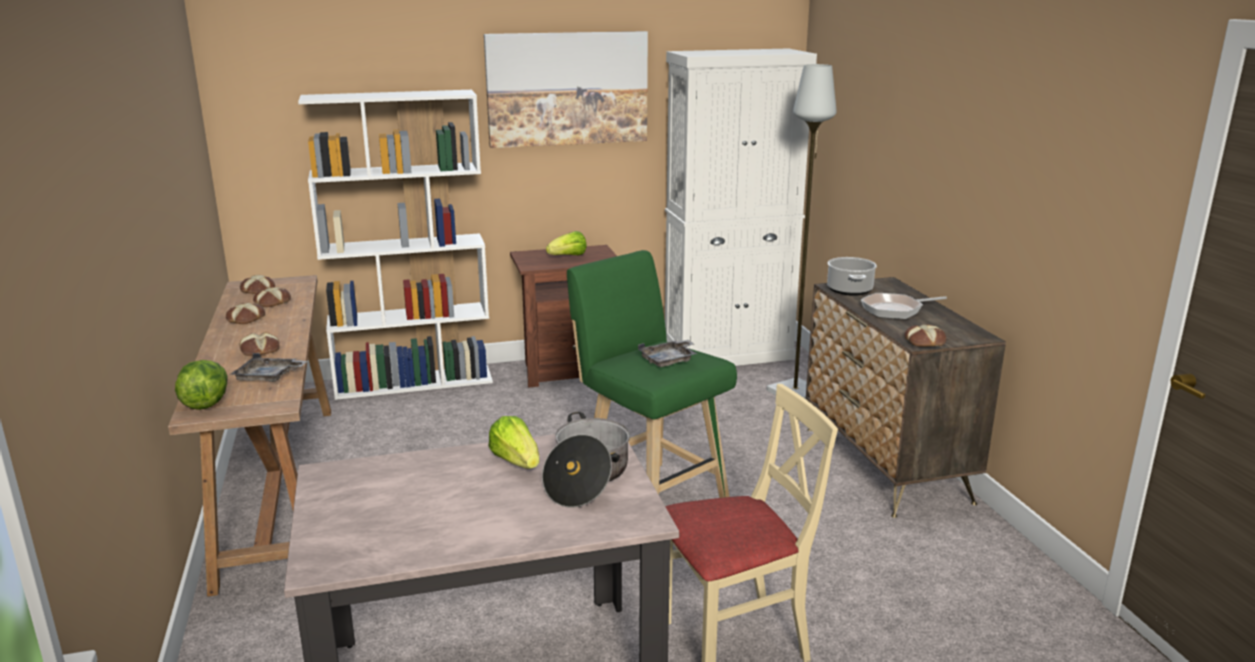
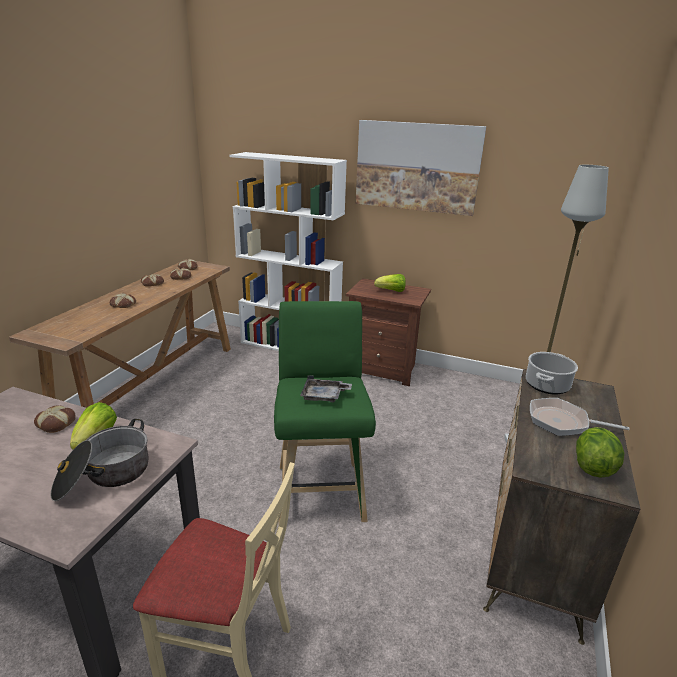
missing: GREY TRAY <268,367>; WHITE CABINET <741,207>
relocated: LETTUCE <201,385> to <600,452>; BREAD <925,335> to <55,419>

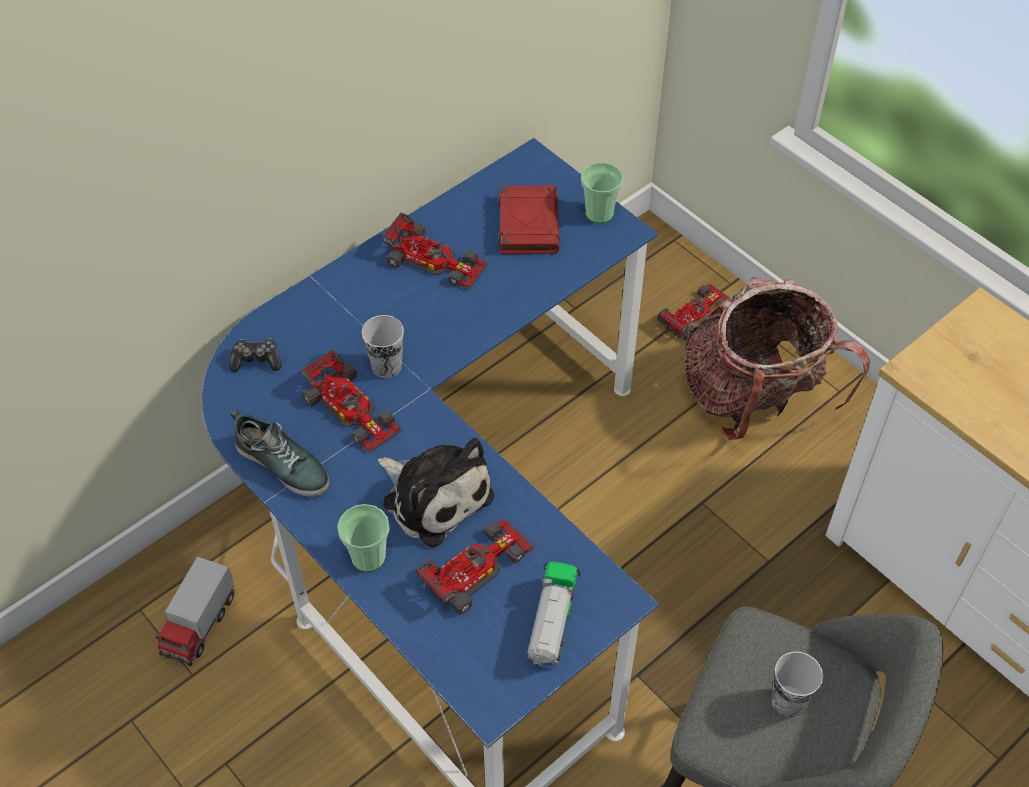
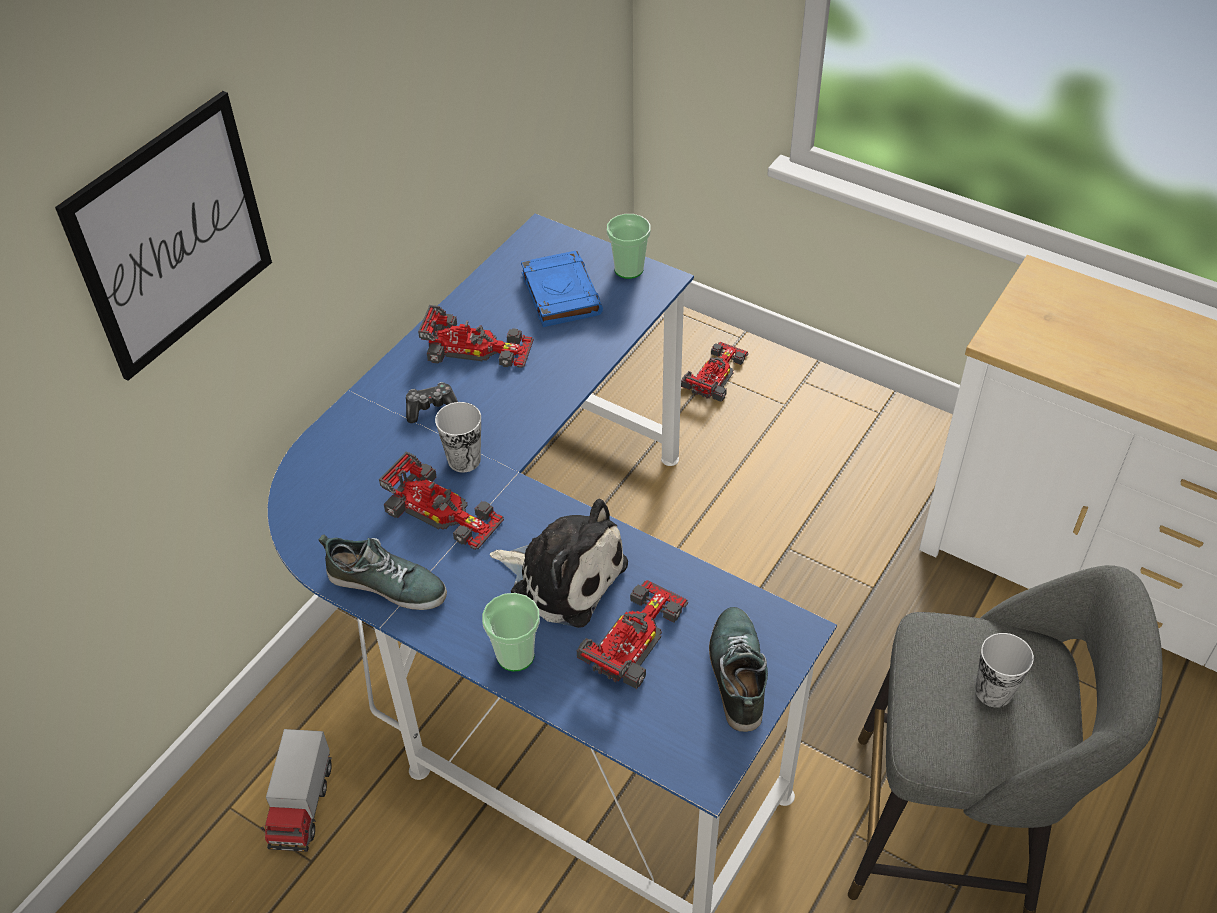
missing: BACKPACK <776,358>
appeared: PICTURE <163,236>
relocated: GAME CONTROLLER <255,355> to <432,402>
exchanged: TOY TRUCK <553,613> to SHOE <738,669>
colour: RED BOOK <529,220> to BLUE BOOK <562,289>

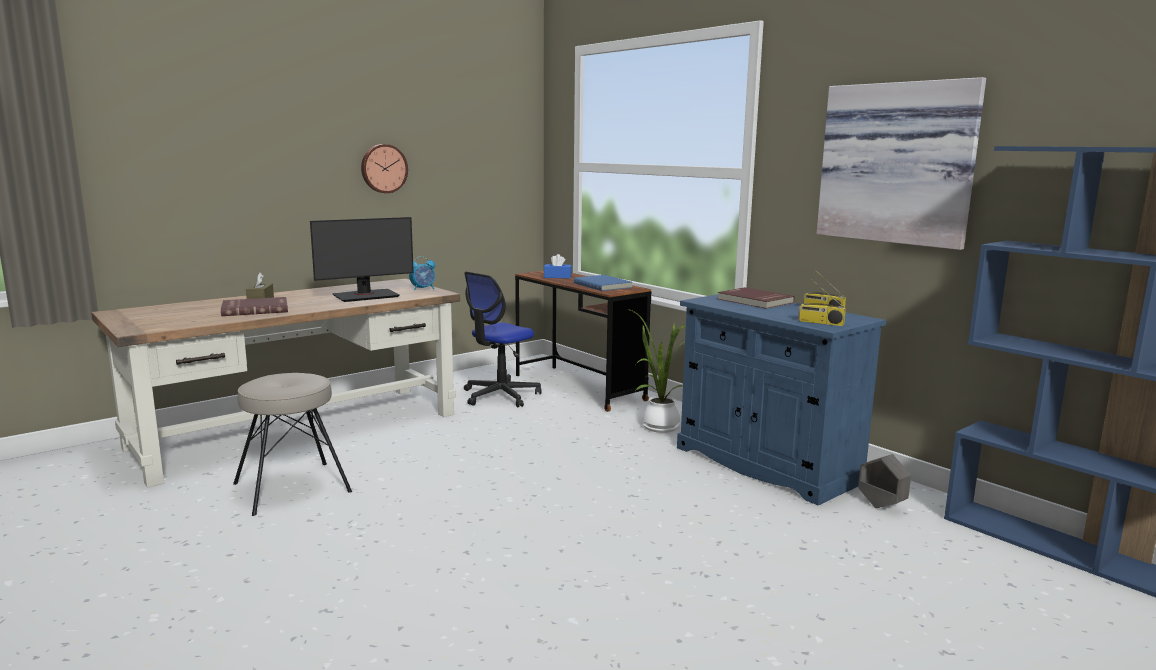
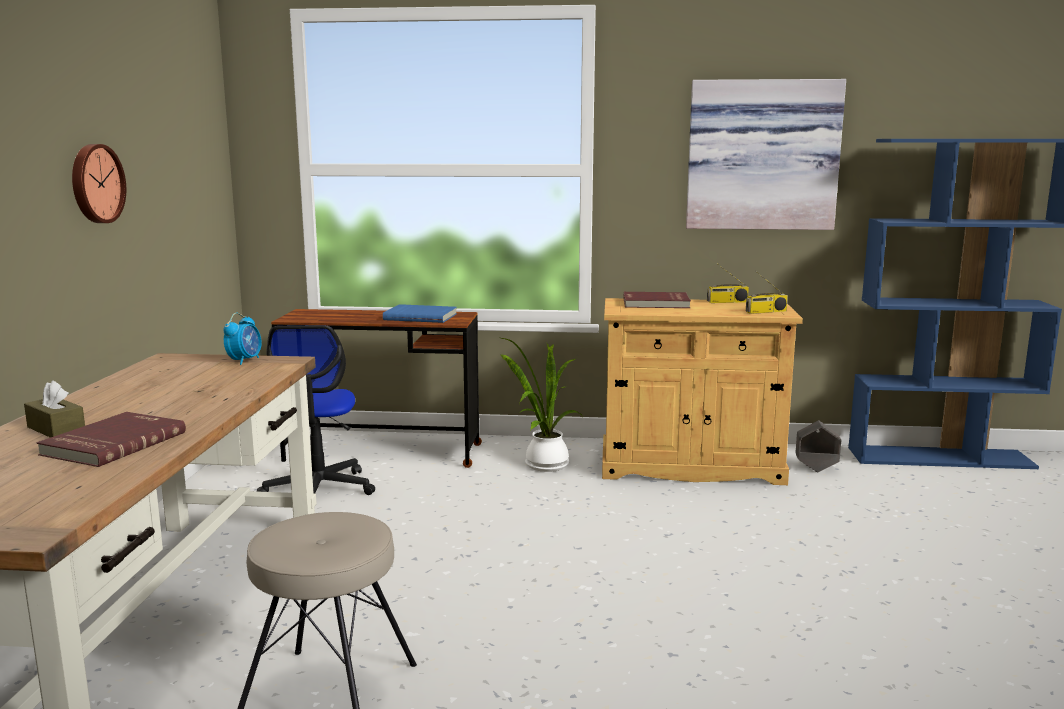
missing: MONITOR <362,259>; BLUE TISSUE BOX <558,266>
colour: BLUE CABINET <781,399> to BEIGE CABINET <702,391>

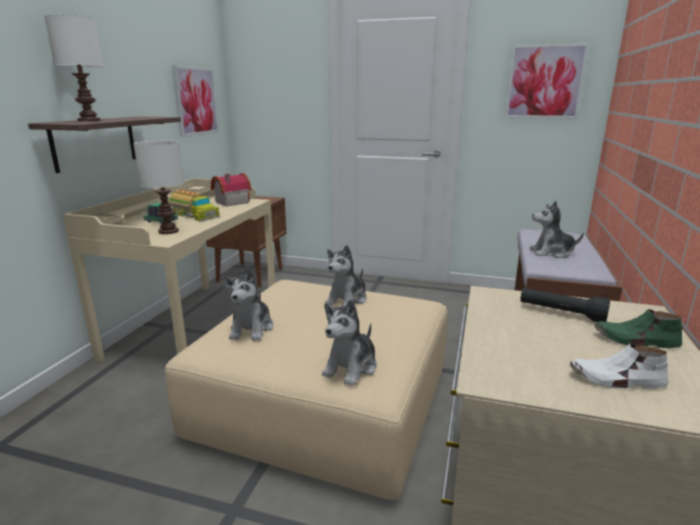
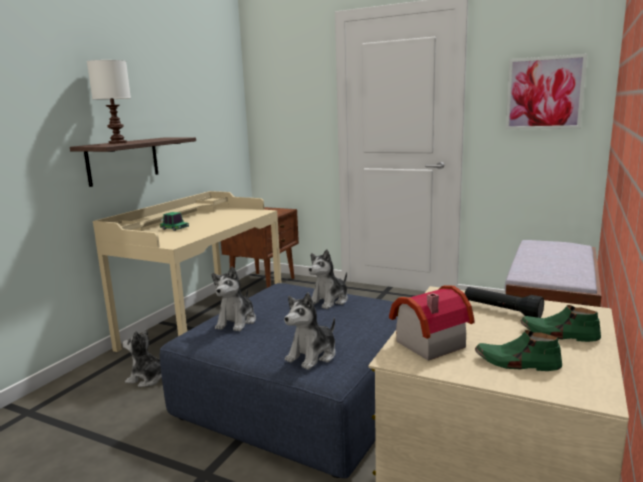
missing: WHITE TABLE LAMP <158,187>; TOY TRUCK <194,205>; PICTURE <195,101>
relocated: TOY HOUSE <231,189> to <432,323>; PLUSH TOY <557,229> to <142,358>
colour: BEIGE OTTOMAN <306,390> to BLUE OTTOMAN <279,380>; WHITE SHOE <619,366> to GREEN SHOE <518,350>

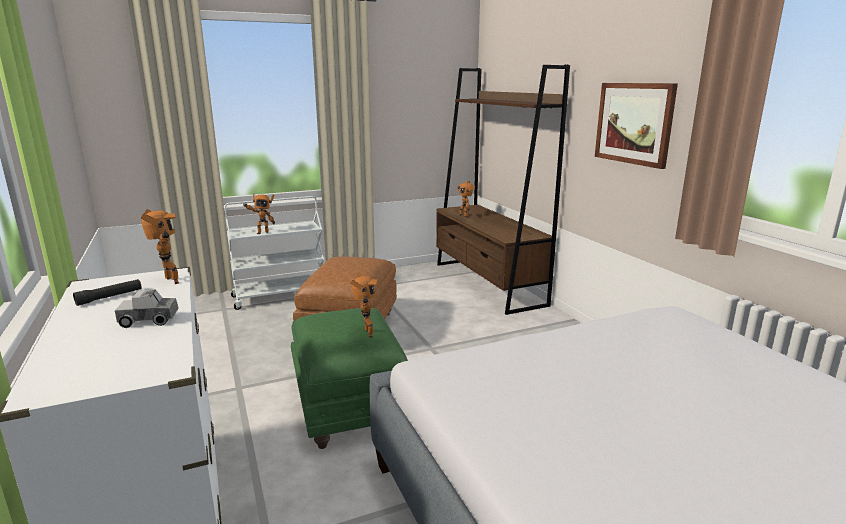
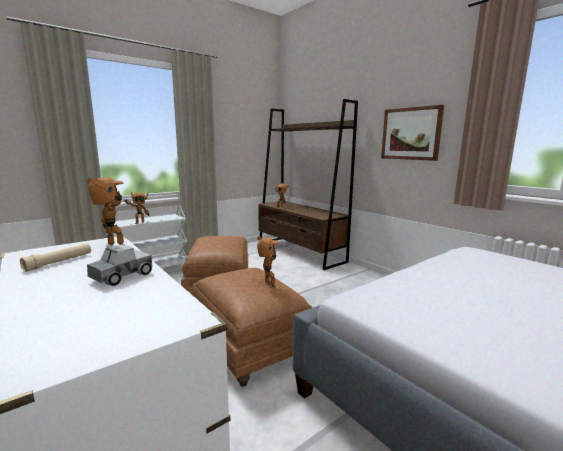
colour: BLACK FLASHLIGHT <107,292> to BEIGE FLASHLIGHT <55,257>; GREEN OTTOMAN <349,378> to BROWN OTTOMAN <252,327>
spun: TOY TRUCK <147,308> = <119,265> 150 degrees clockwise

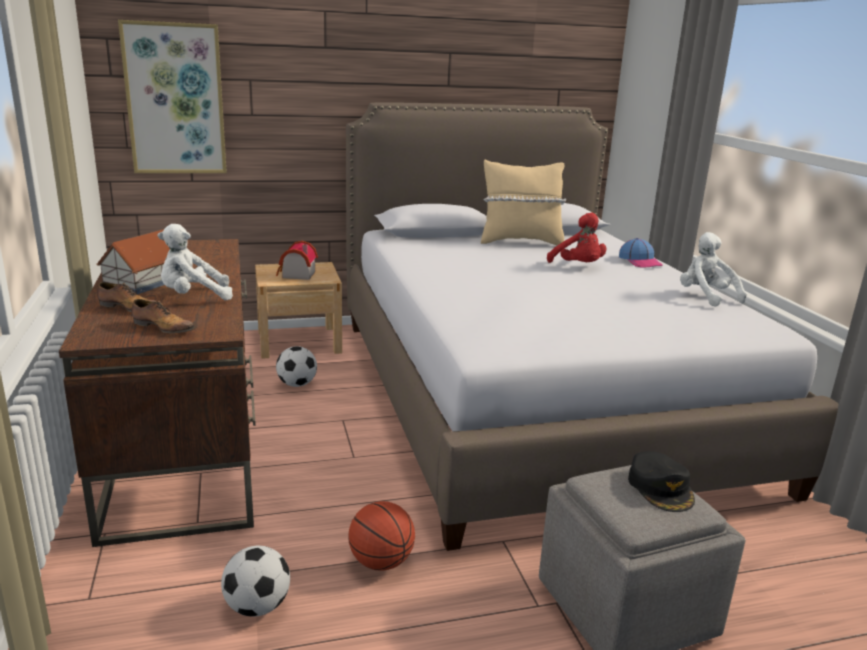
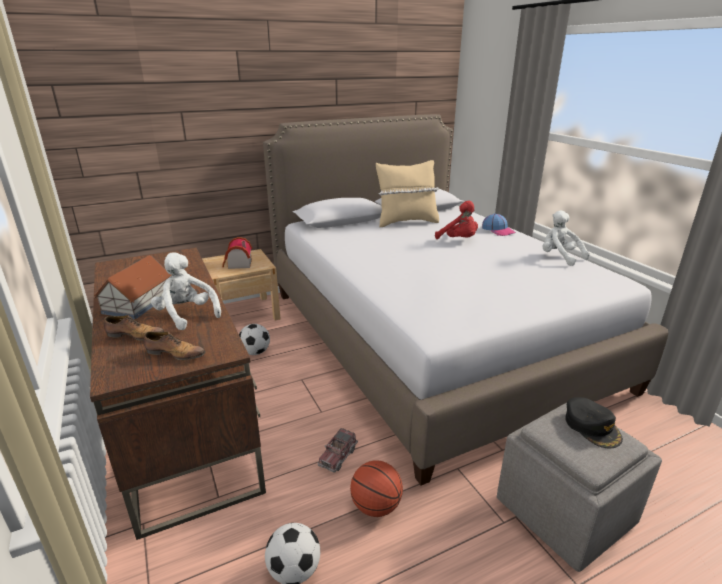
missing: PICTURE <172,96>
appeared: TOY TRUCK <338,450>
spun: WHITE PLUSH TOY <195,262> = <186,291> 75 degrees clockwise

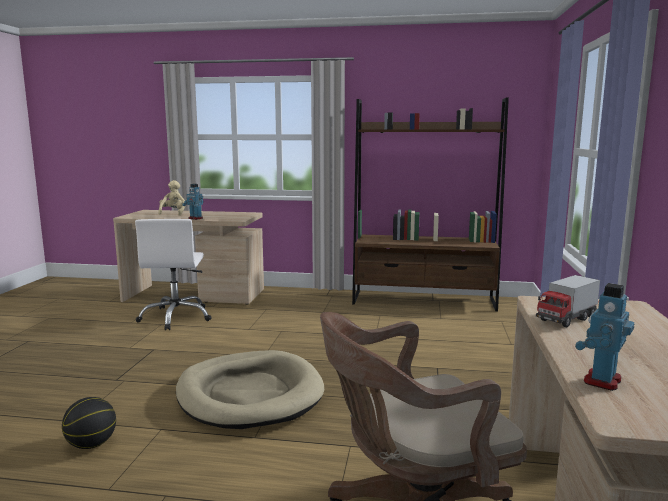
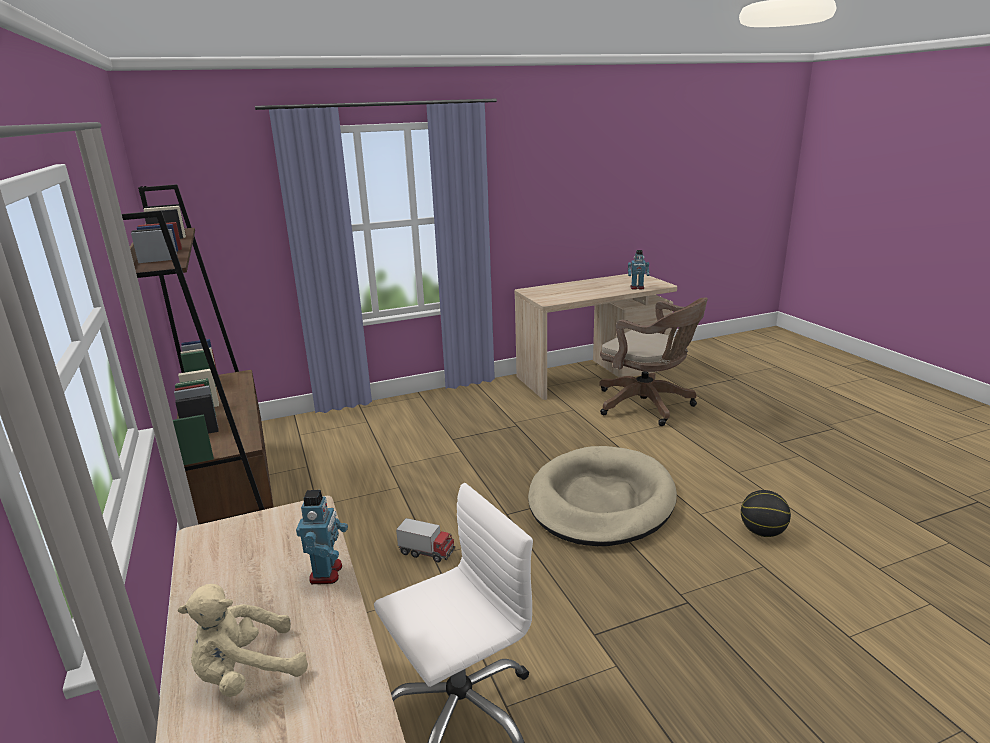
relocated: TOY TRUCK <568,301> to <425,540>

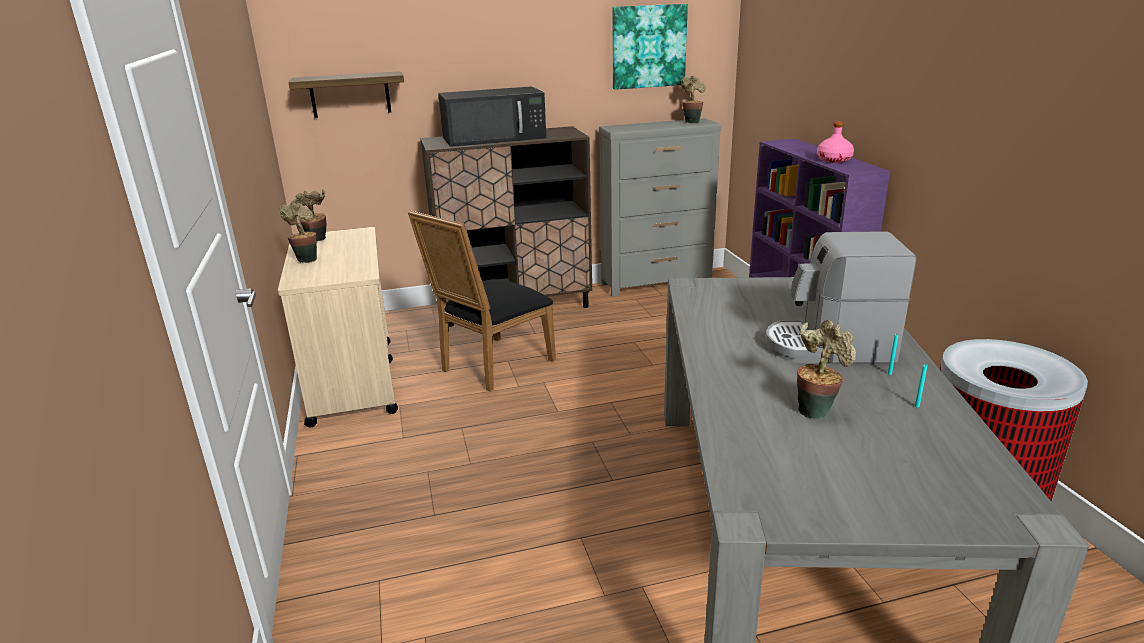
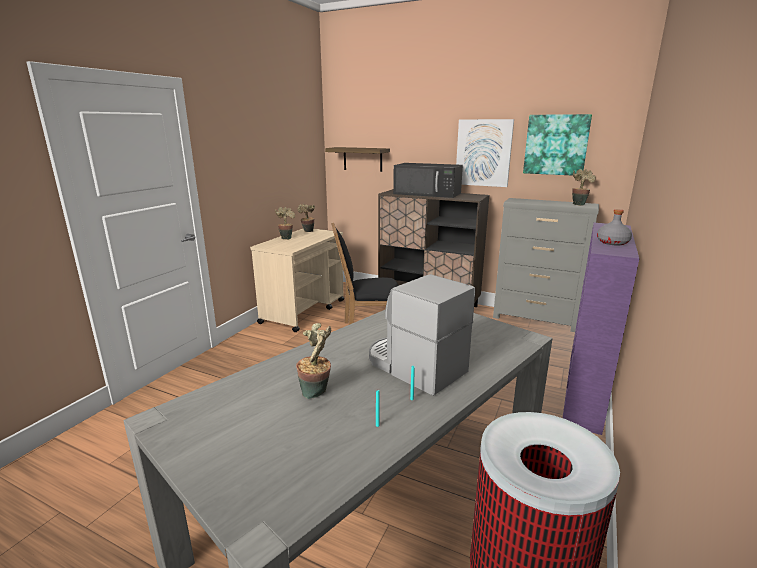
appeared: PICTURE <485,153>
colour: PINK BOTTLE <835,142> to GREY BOTTLE <614,227>

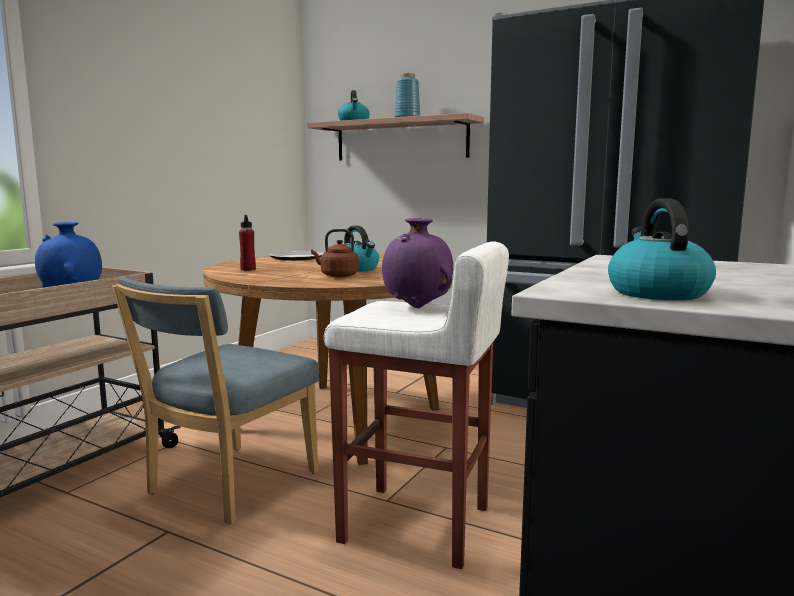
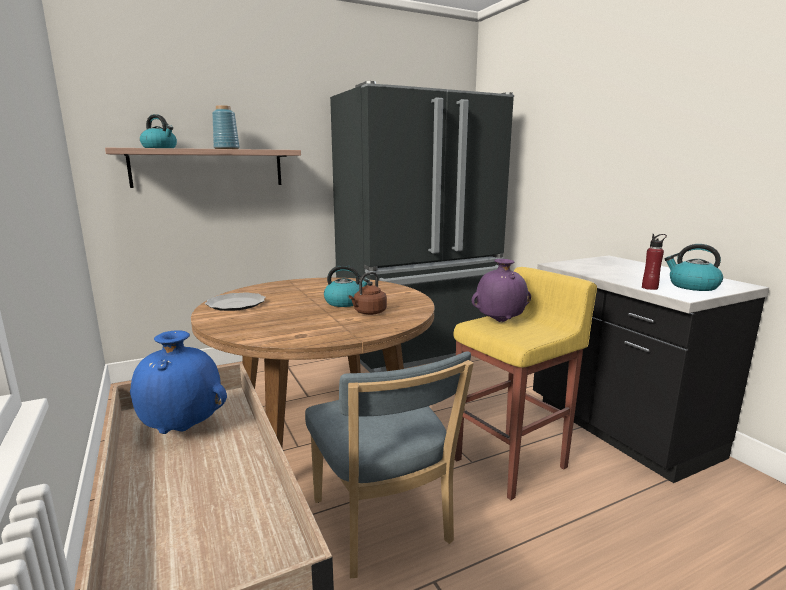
relocated: RED BOTTLE <247,243> to <654,262>
colour: WHITE STOOL <416,405> to YELLOW STOOL <525,383>

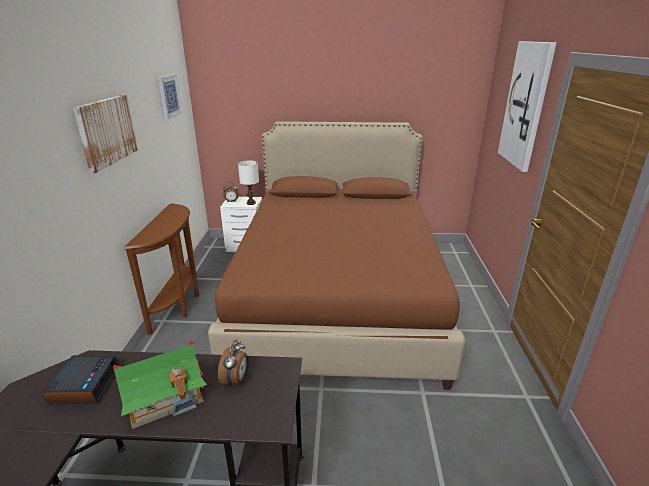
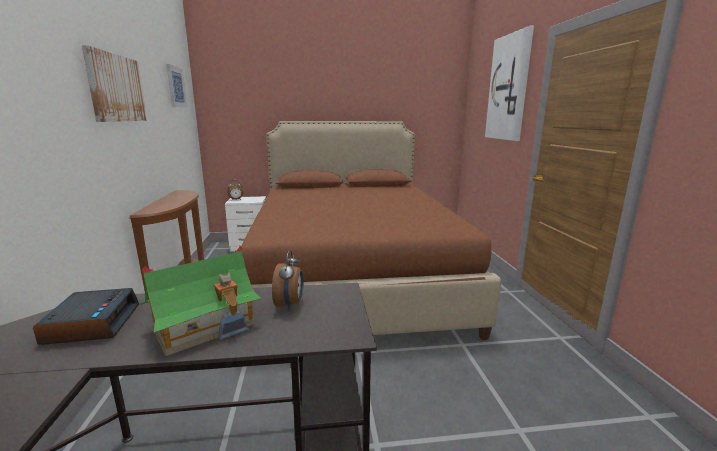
missing: WHITE TABLE LAMP <248,183>

